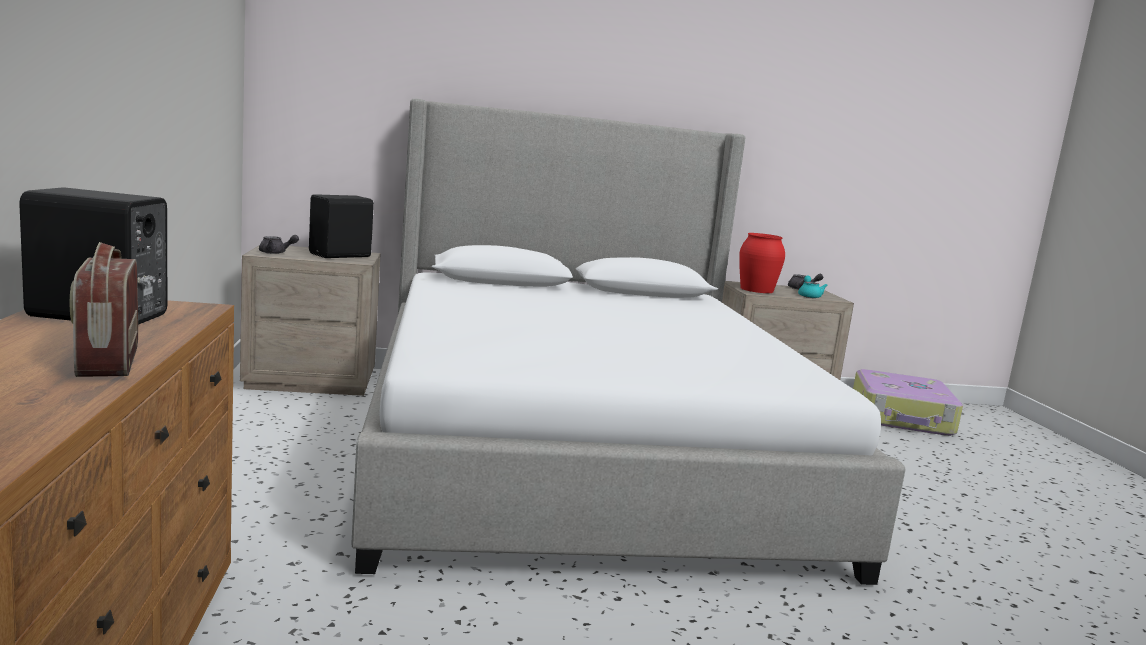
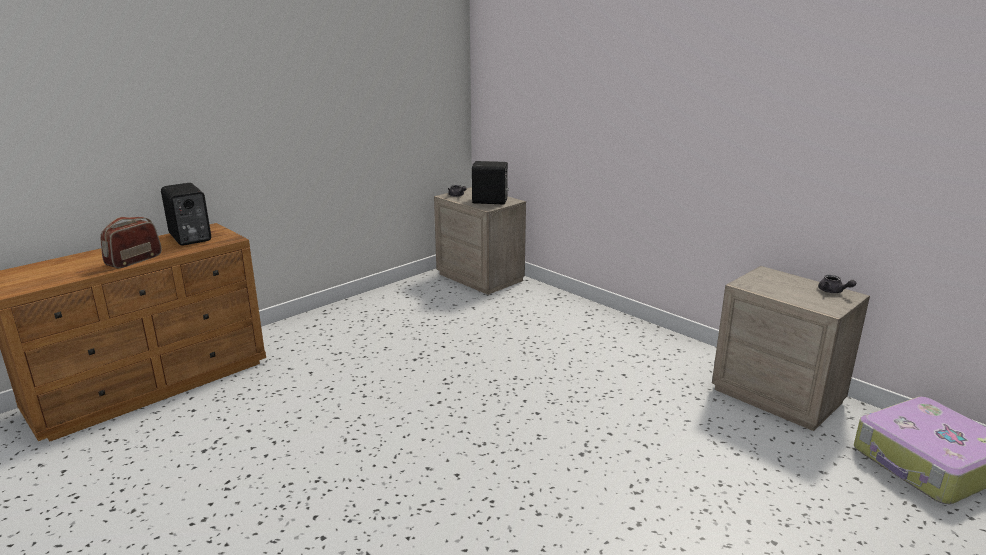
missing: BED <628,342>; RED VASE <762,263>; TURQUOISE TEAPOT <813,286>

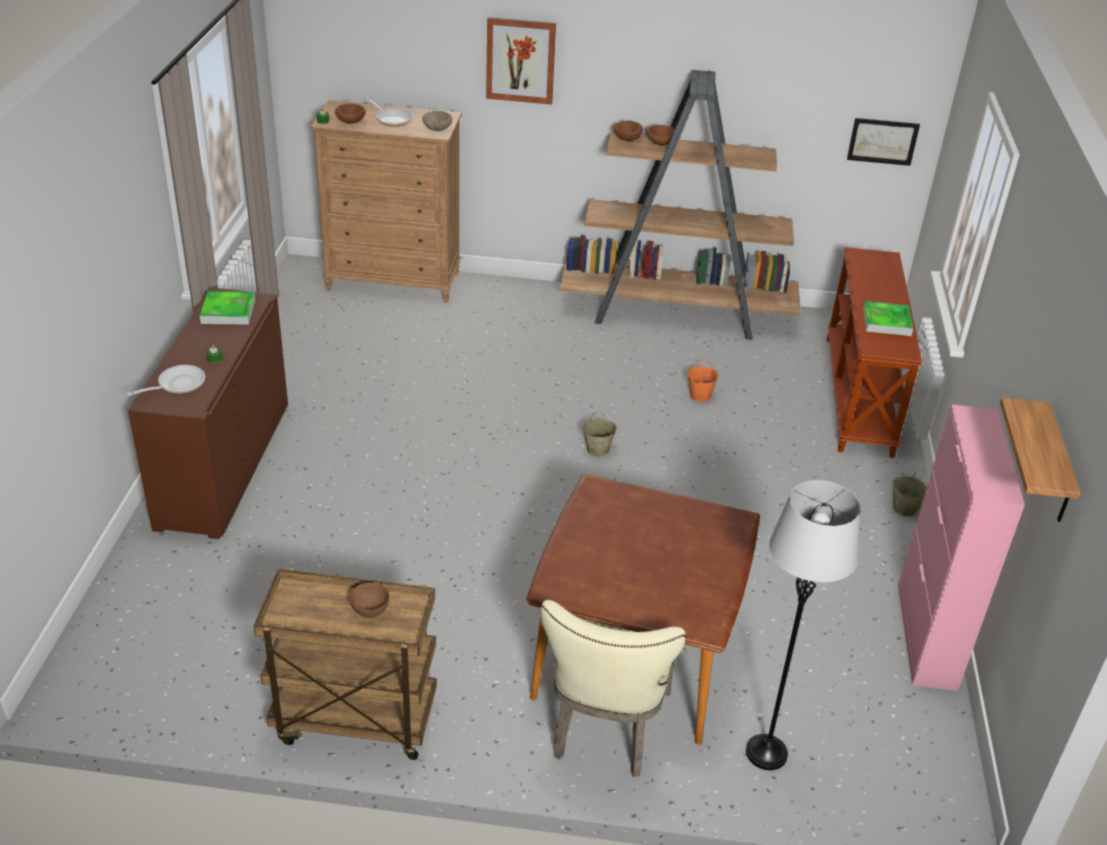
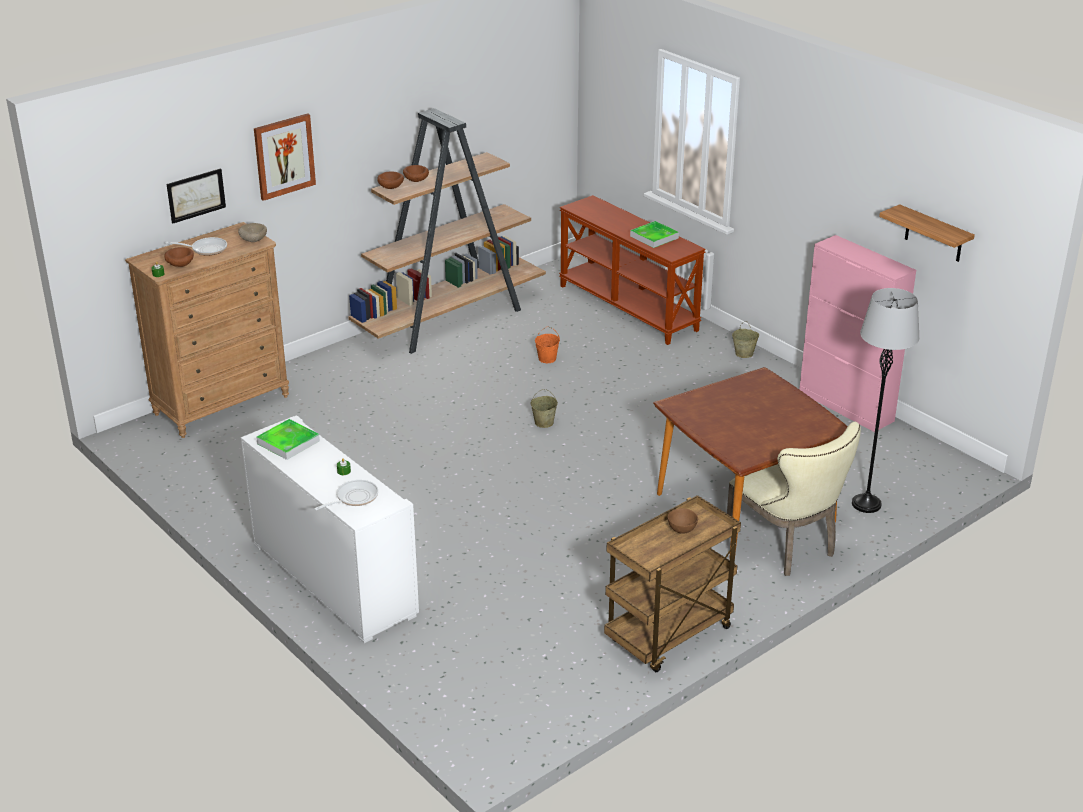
relocated: PICTURE <883,142> to <196,196>
colour: BROWN CABINET <208,413> to WHITE CABINET <330,529>
spun: FRYING PAN <166,380> = <346,495> 45 degrees clockwise

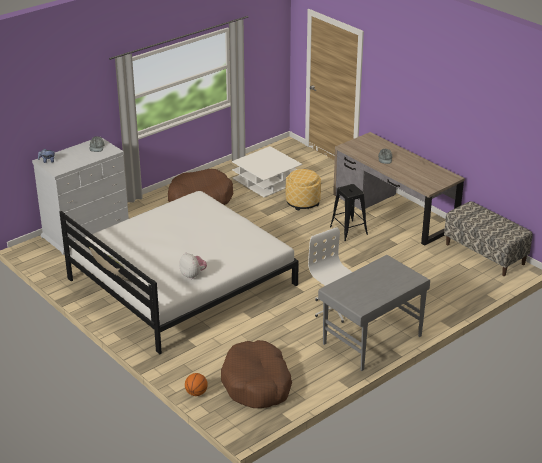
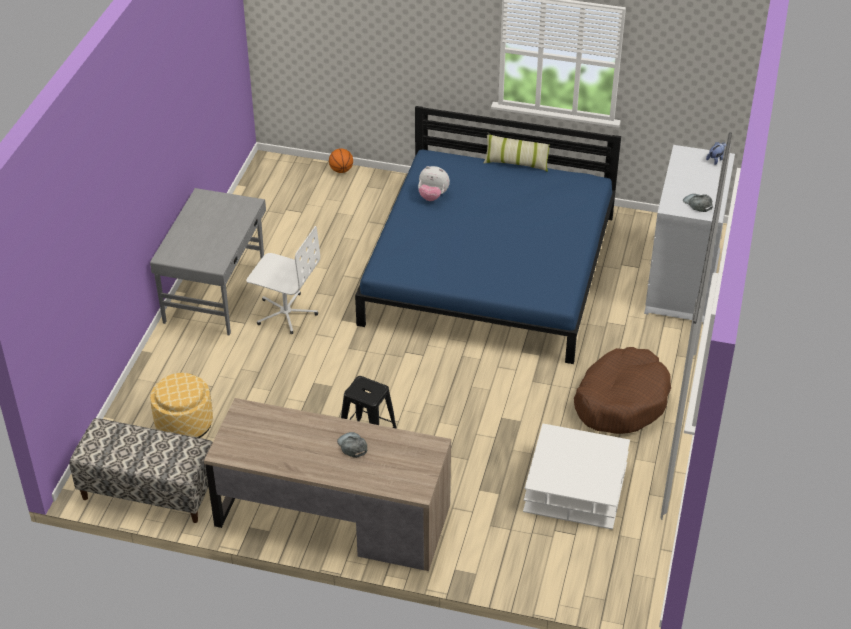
missing: BROWN DOG BED <256,374>
relocated: OTTOMAN <303,190> to <181,405>
colour: WHITE BED <179,272> to BLUE BED <488,235>

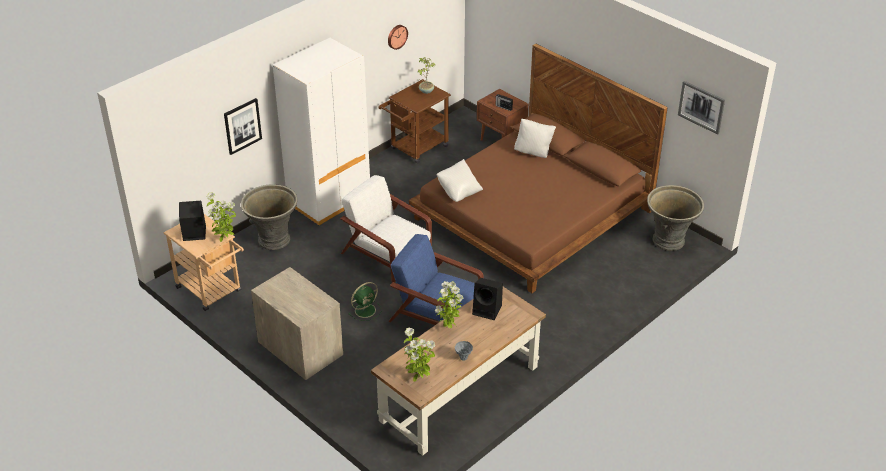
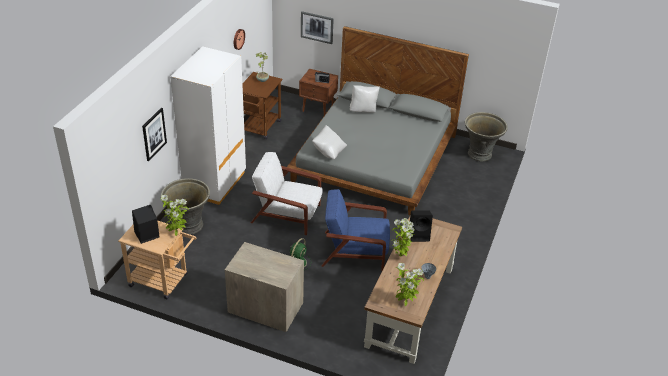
relocated: PICTURE <701,108> to <317,27>
colour: BROWN BED <538,168> to GREY BED <378,120>

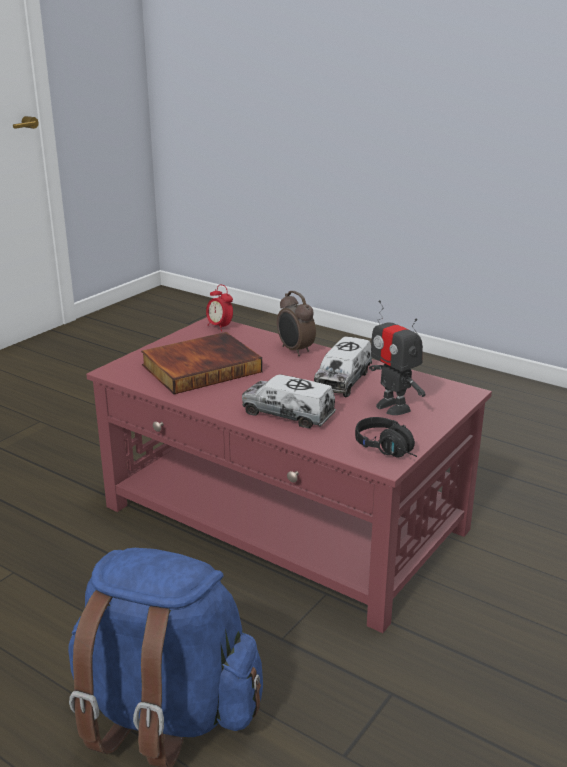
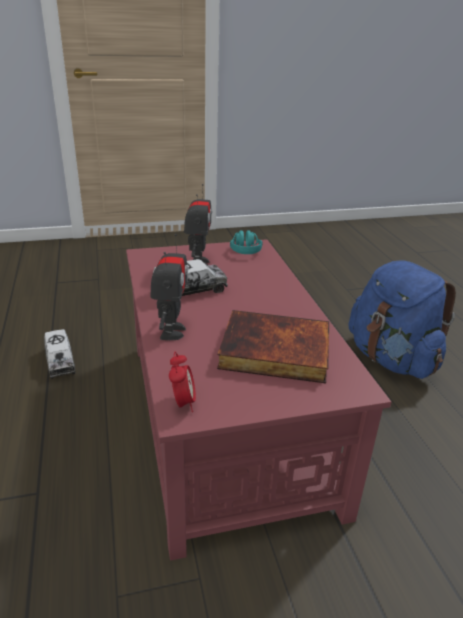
relocated: TOY TRUCK <289,401> to <60,354>
exchanged: ALARM CLOCK <296,323> to TOY ROBOT <169,287>
colour: BLACK HEADPHONES <386,437> to TURQUOISE HEADPHONES <246,242>

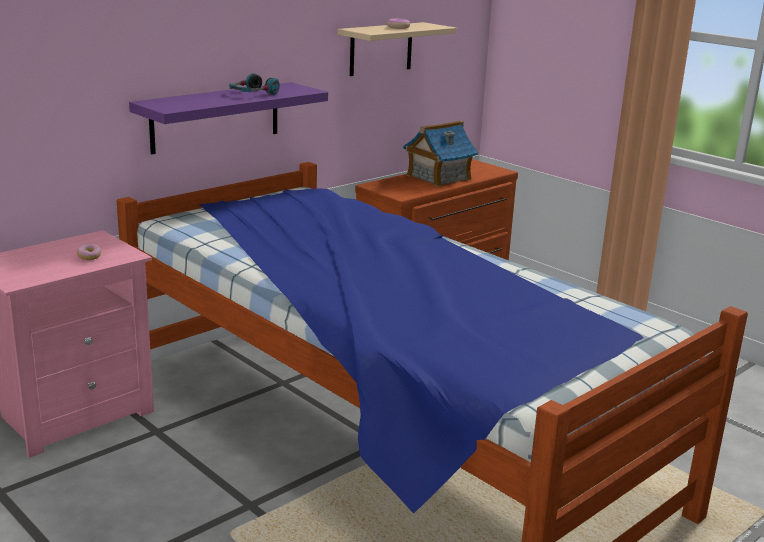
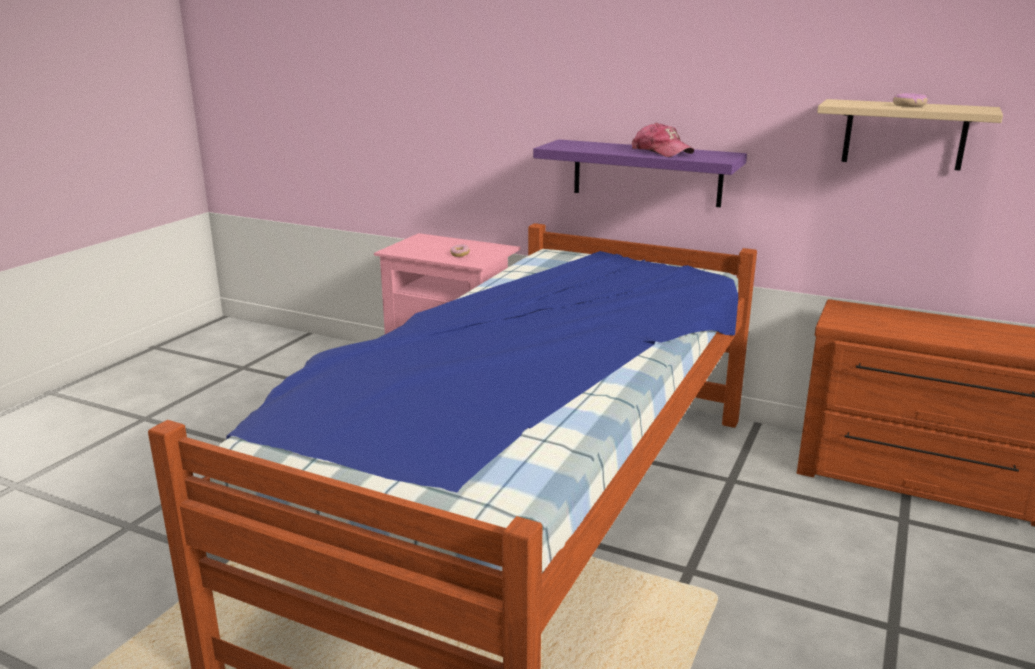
missing: TOY HOUSE <440,154>
exchanged: HEADPHONES <255,84> to CAP <663,140>

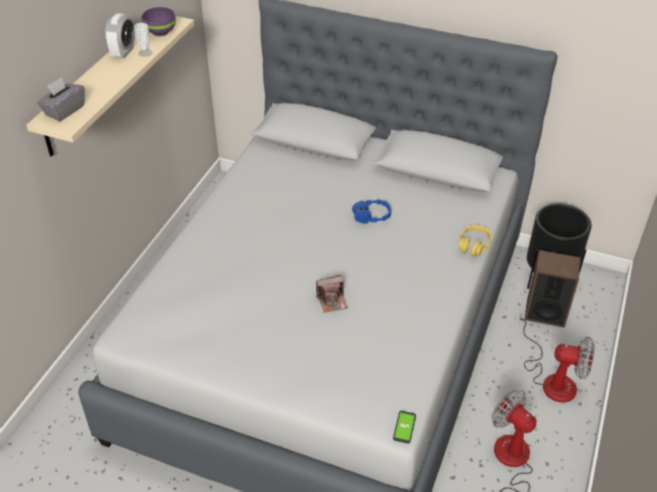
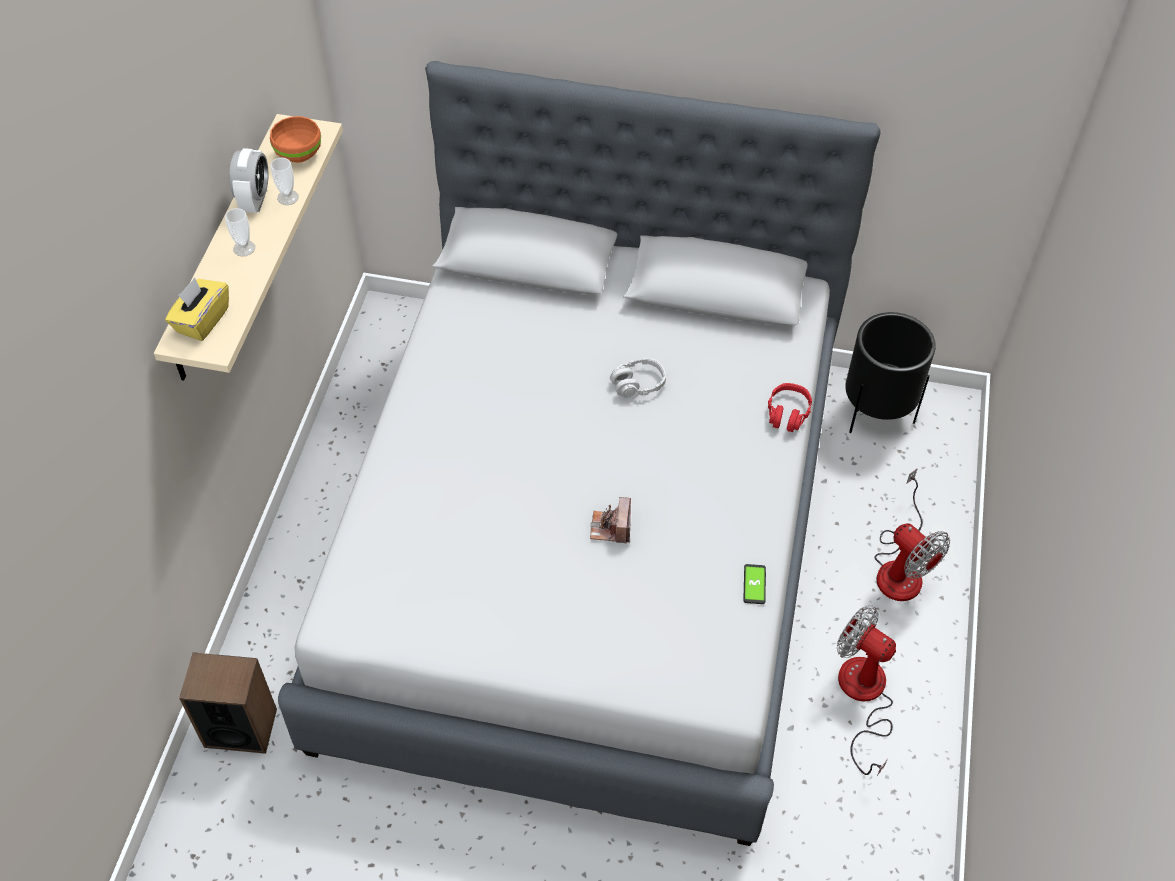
appeared: CUP <240,232>
relocated: PHONE <404,427> to <754,584>; SPEAKER <553,289> to <228,703>
colour: GREY TISSUE BOX <61,99> to YELLOW TISSUE BOX <197,309>; PURPLE BOWL <159,21> to ORANGE BOWL <295,139>; BLUE HEADPHONES <371,211> to GREY HEADPHONES <638,378>; YELLOW HEADPHONES <475,241> to RED HEADPHONES <790,407>
spun: PHOTO CAMERA <332,294> = <610,520> 120 degrees clockwise; FAN <557,357> = <912,534> 45 degrees clockwise

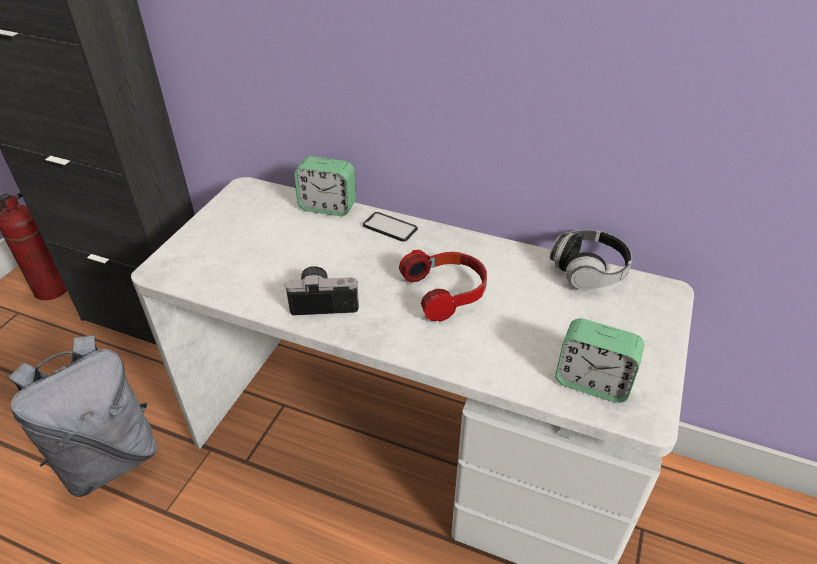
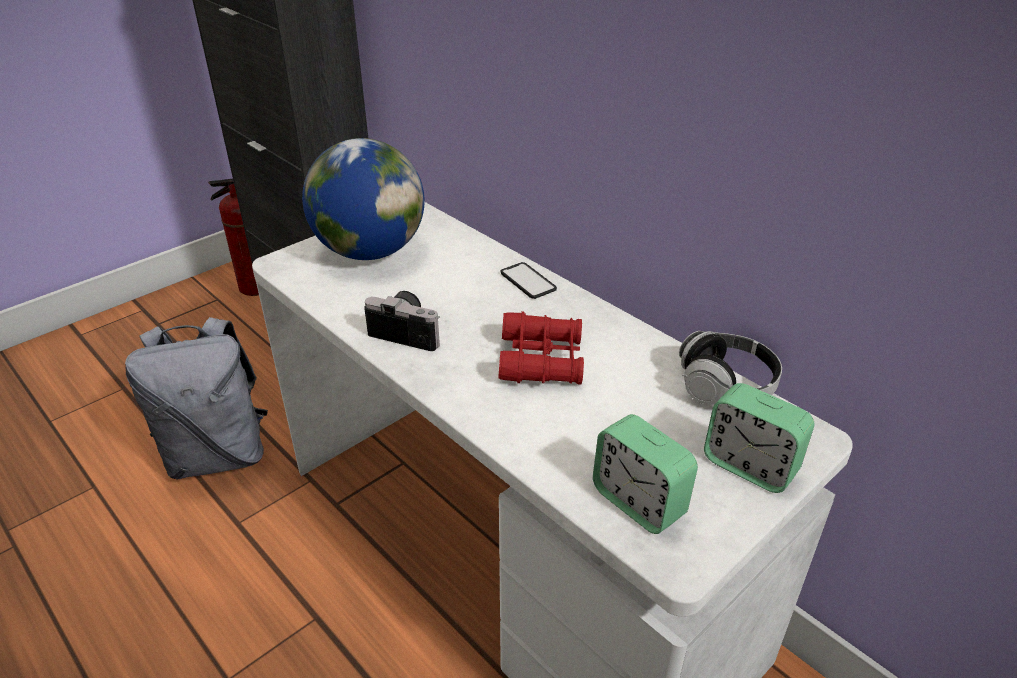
appeared: GLOBE <363,199>
relocated: ALARM CLOCK <325,186> to <759,438>
exchanged: HEADPHONES <443,286> to RED BINOCULARS <541,347>

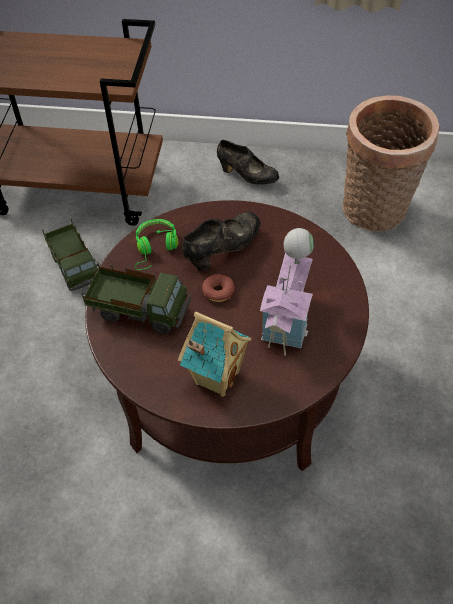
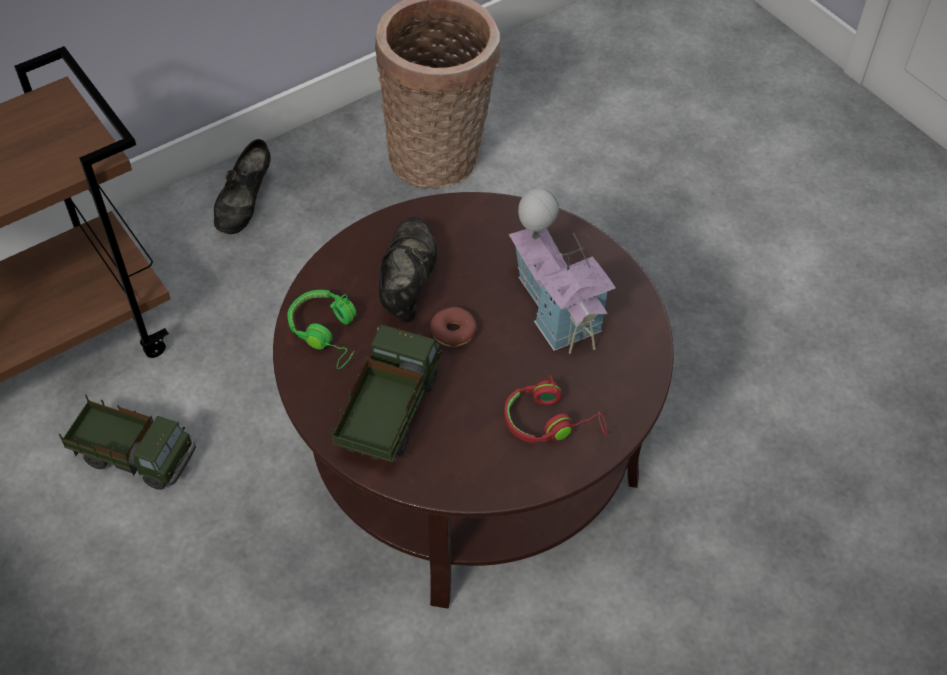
exchanged: TOY HOUSE <214,354> to RED HEADPHONES <555,409>
spun: TOY TRUCK <136,298> = <386,393> 45 degrees counterclockwise; BLACK SHOE <248,162> = <242,186> 120 degrees clockwise

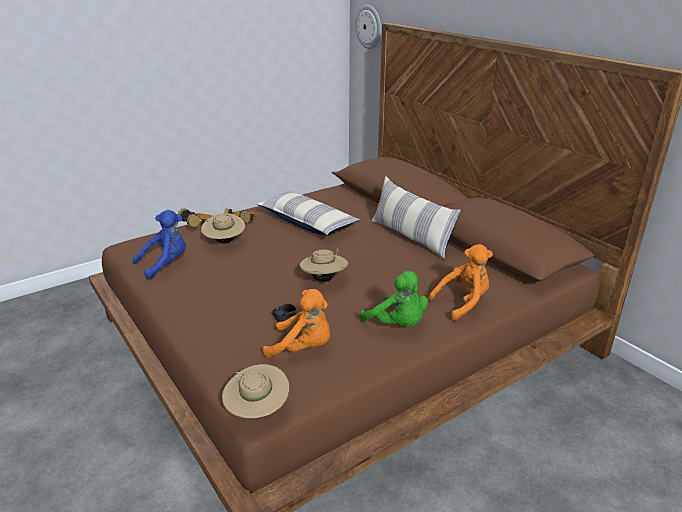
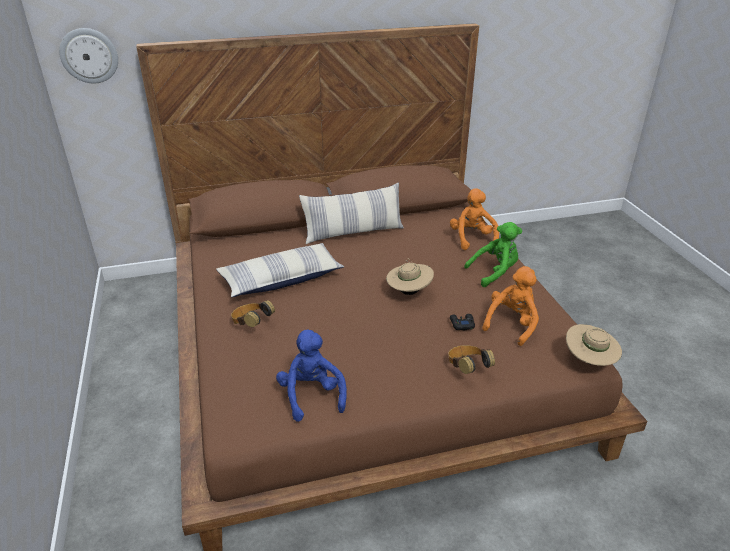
missing: BEIGE HAT <223,228>
relocated: HEADPHONES <195,217> to <471,359>

